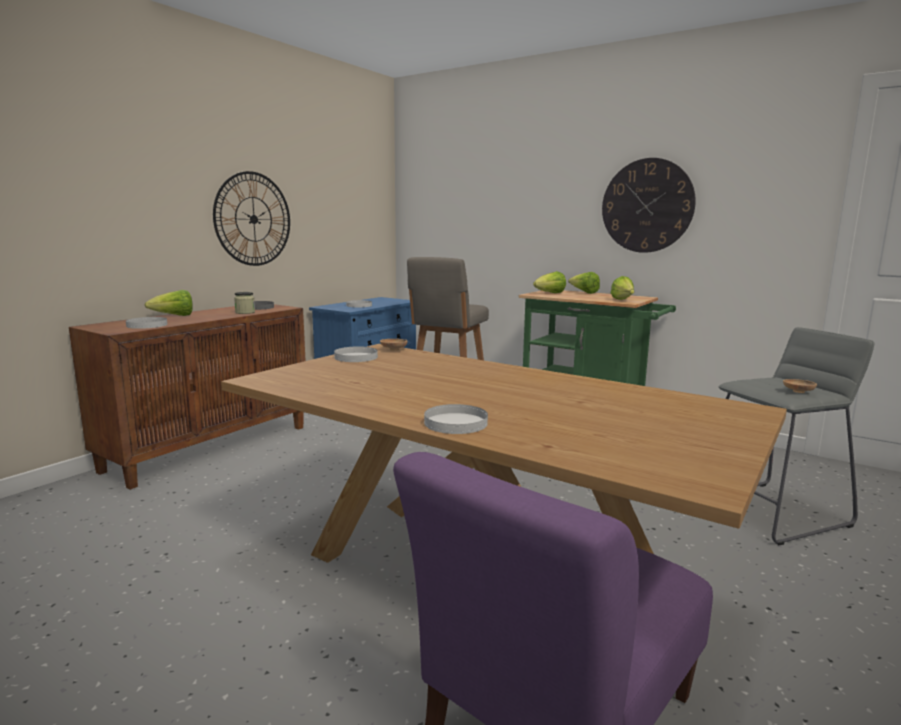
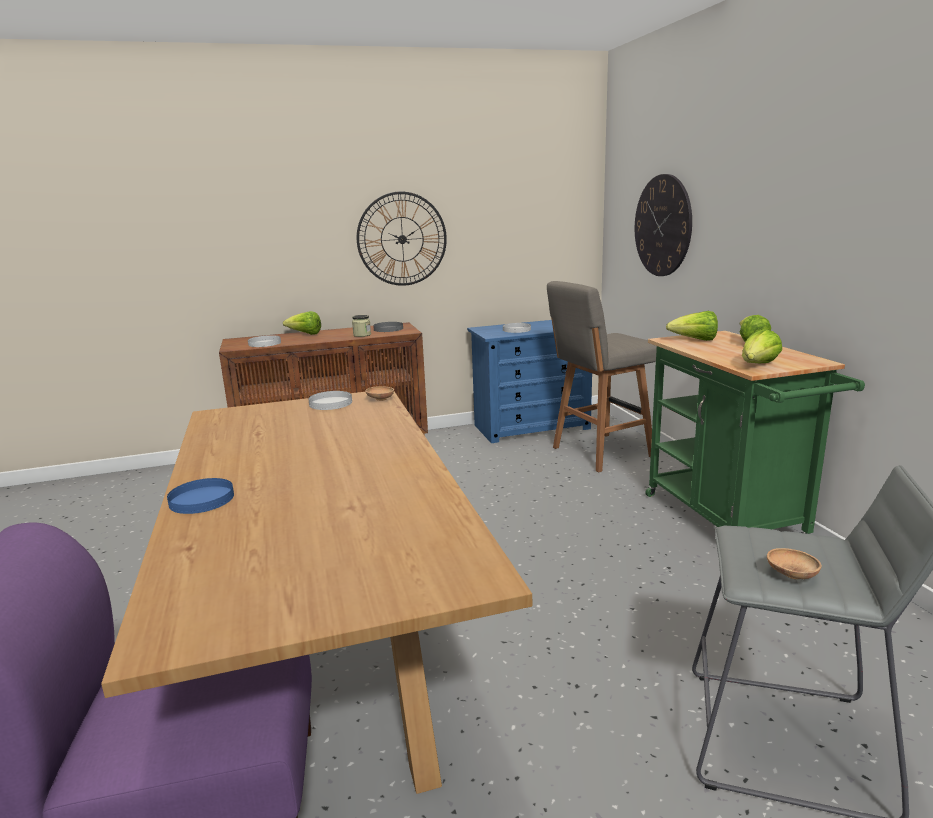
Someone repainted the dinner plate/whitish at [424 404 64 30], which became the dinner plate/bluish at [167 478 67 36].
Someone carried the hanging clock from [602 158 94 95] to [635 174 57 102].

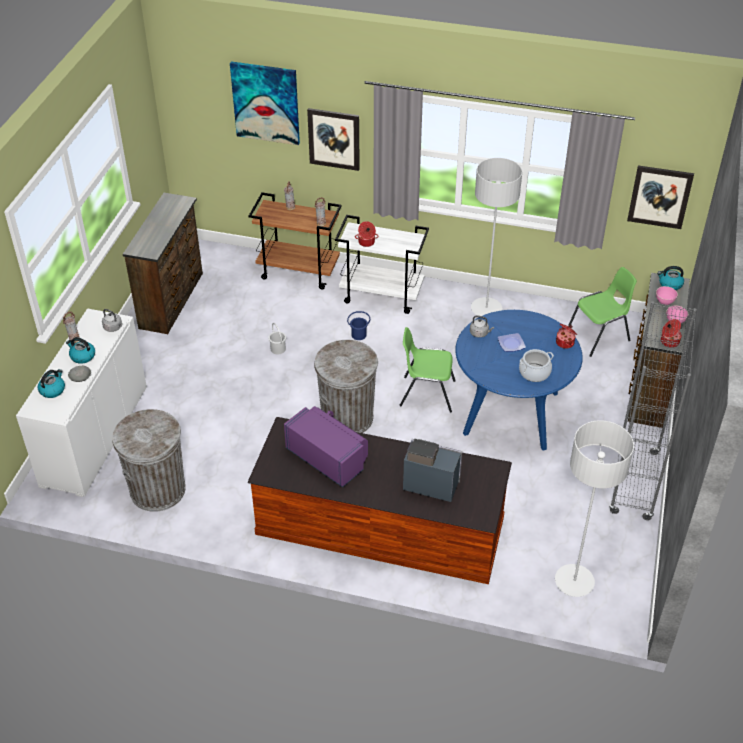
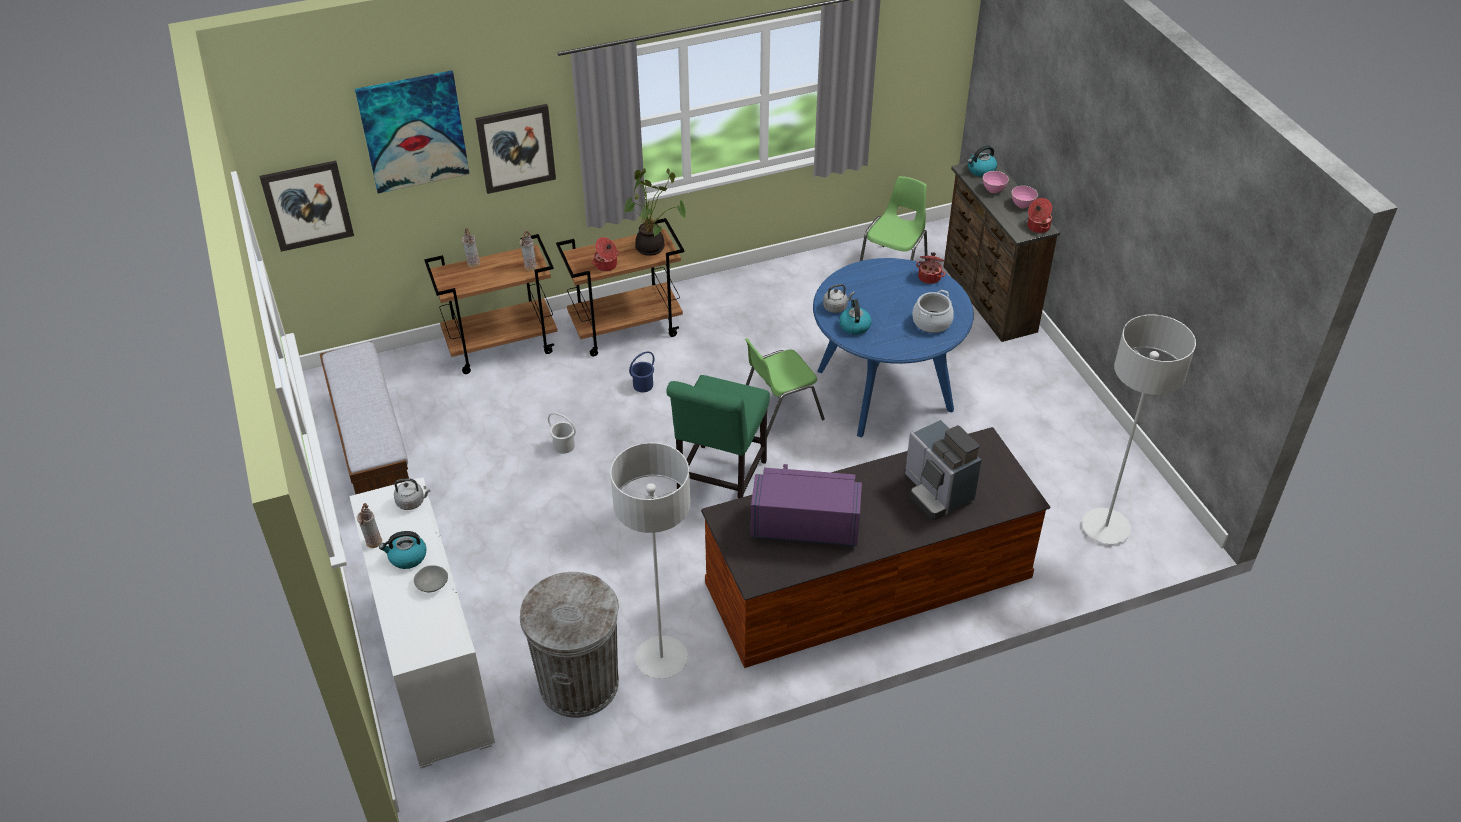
Someone carried the wall picture from [627 165 67 64] to [259 161 95 91].
Someone swapped the chest of drawers/brownish at [123 193 80 141] for the bench at [320 341 89 154].
Someone repainted the cart/whitish at [335 215 94 99], which became the cart/brownish at [556 218 128 139].
Someone carried the floor lamp/grey from [471 158 51 158] to [610 442 80 237].
Someone put down the houseplant at [624 168 62 88].
Someone swapped the rubbish bin/grey at [314 340 64 93] for the plain chair/green at [666 375 104 124].
Someone carried the tea kettle from [38 369 27 29] to [839 299 33 36].
Someone rotated the coffee brewer at [403 439 59 63] by 105 degrees counterclockwise.
Someone took away the dinner plate at [498 333 28 19].
Someone took away the bookcase/grey at [609 301 88 219].

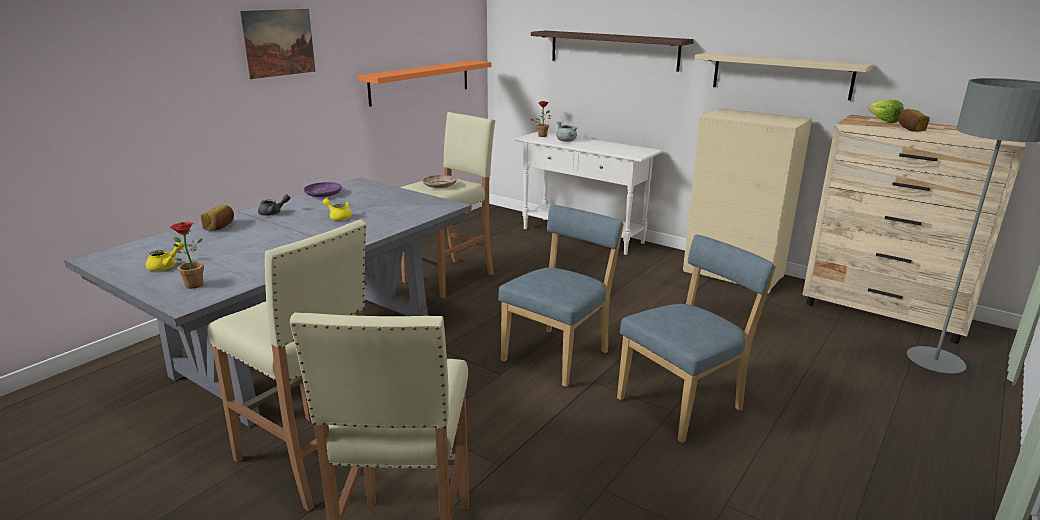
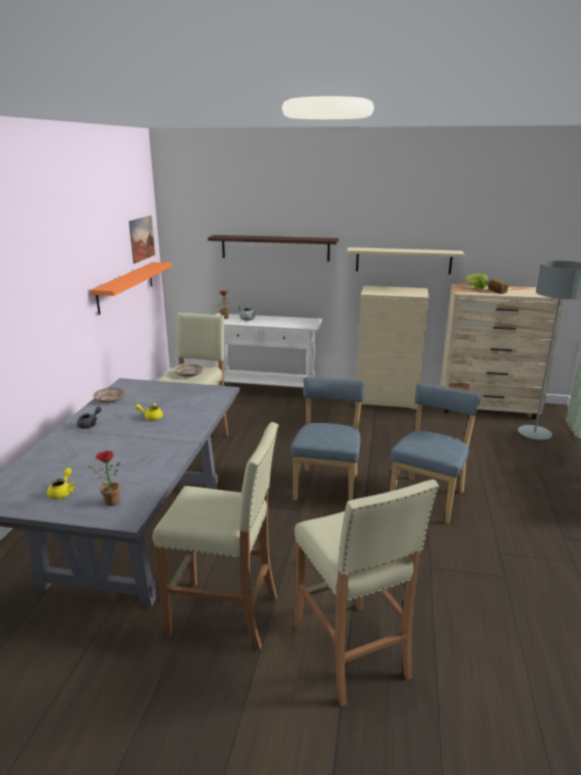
Someone repainted the dinner plate/purplish at [304 182 38 15], which became the dinner plate/sand-coloured at [93 387 33 16].
Someone carried the wall picture from [239 9 77 70] to [129 215 26 49].
Someone took away the baked bread at [201 205 33 26].

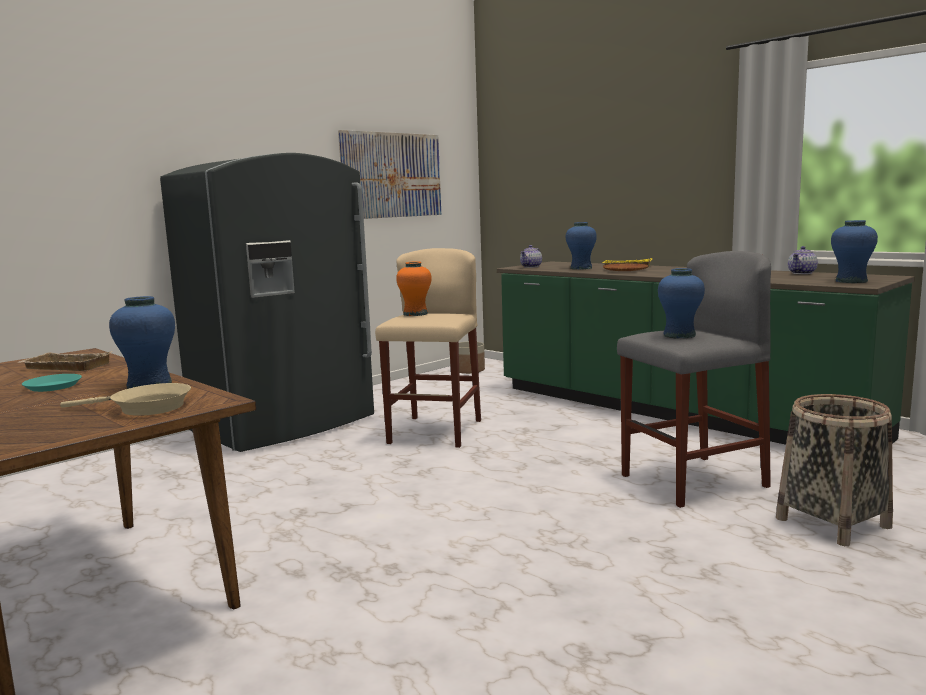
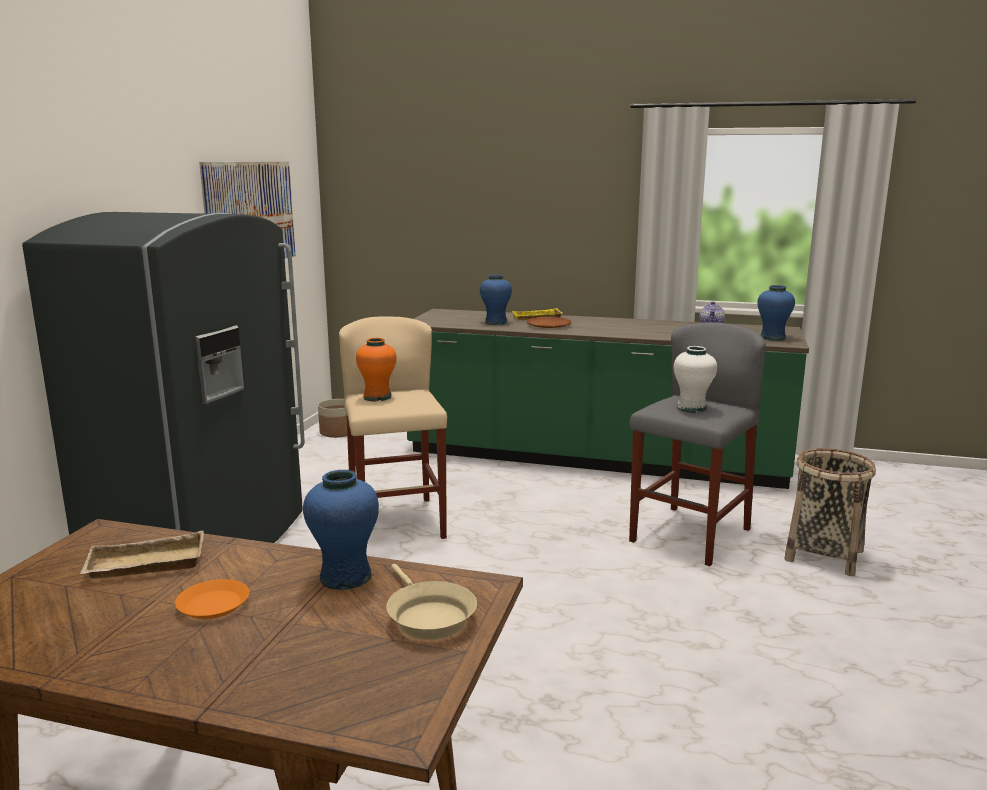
Someone repainted the dinner plate/blue-green at [22 374 60 18], which became the dinner plate/orangey at [175 579 74 40].
Someone rotated the skillet/sand-coloured at [60 383 131 33] by 90 degrees clockwise.
Someone repainted the decorative vase/bluish at [658 268 47 70], which became the decorative vase/whitish at [674 346 43 67].
Someone took away the teapot at [520 245 22 23].

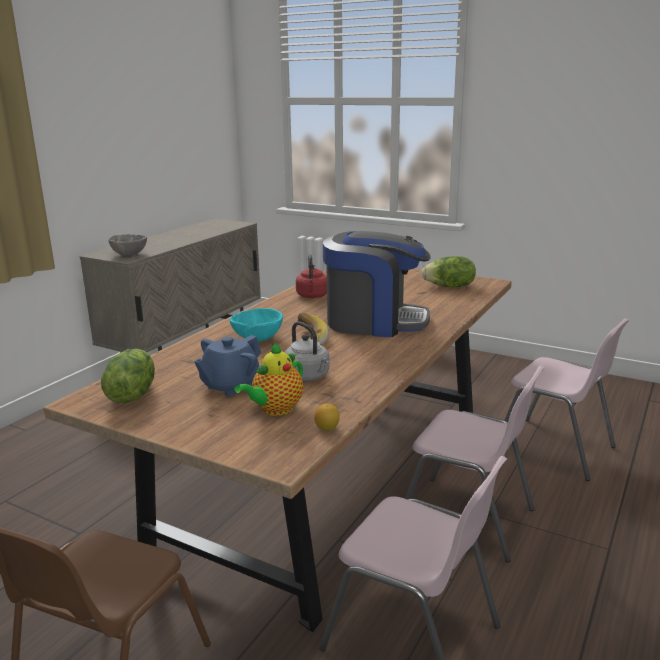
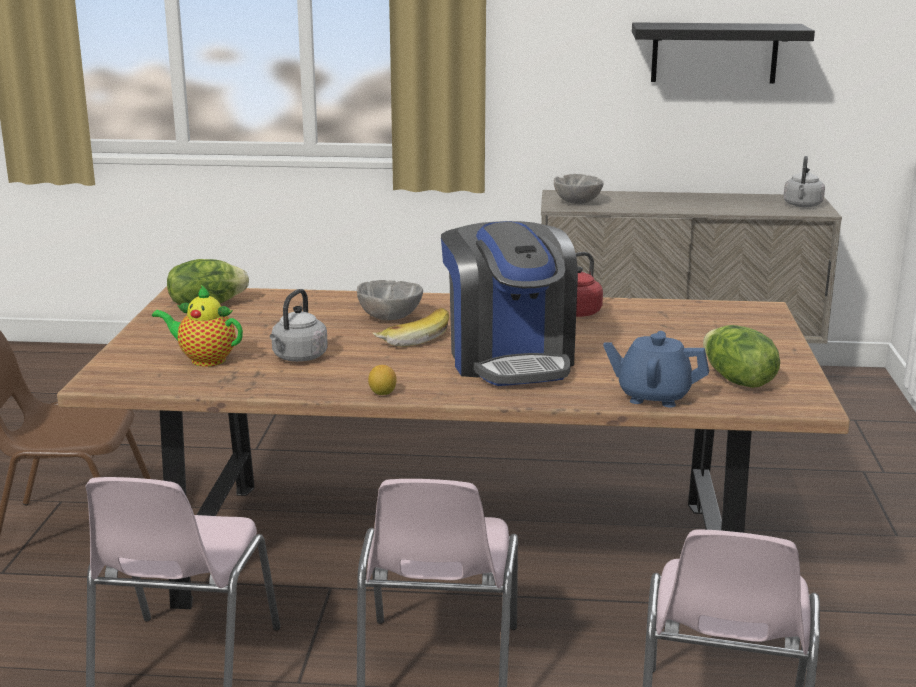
Someone repainted the bowl/blue-green at [230 308 53 34], which became the bowl/grey at [357 280 66 40].
Someone carried the lemon from [314 403 26 28] to [368 365 29 30].
Someone carried the teapot/bluish from [194 335 67 61] to [603 331 106 76].
Someone put up the wall shelf/blackish at [632 22 183 61].
Someone put down the tea kettle/grey at [783 156 42 51].

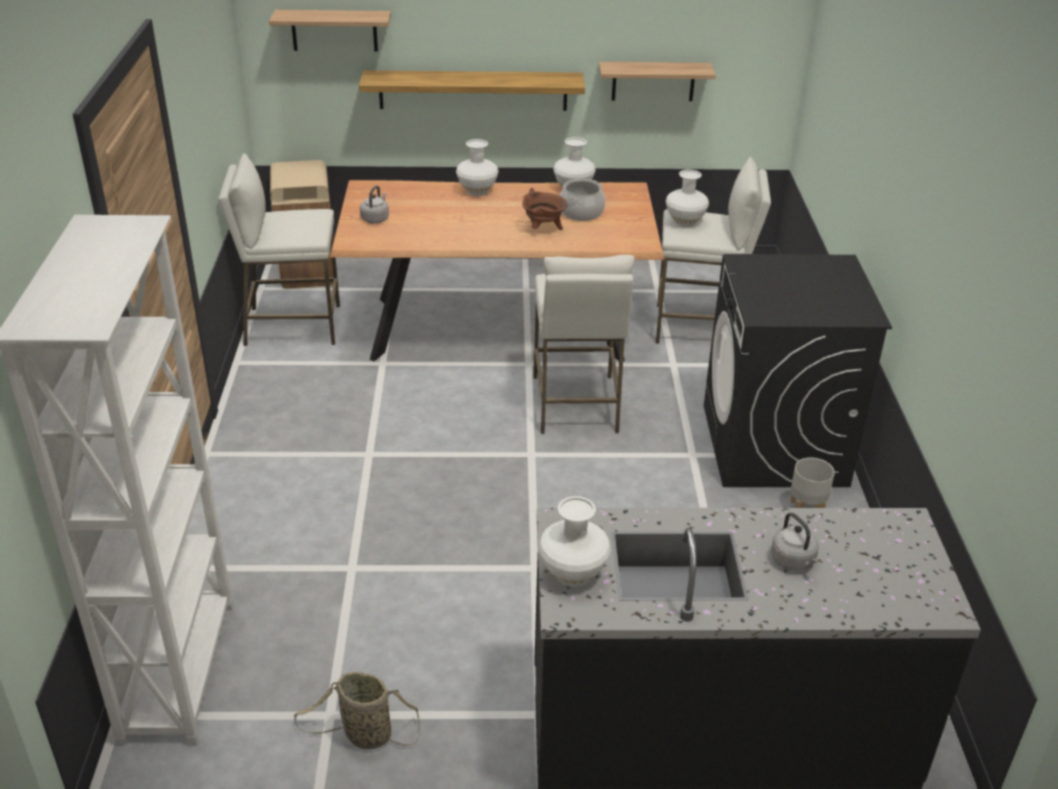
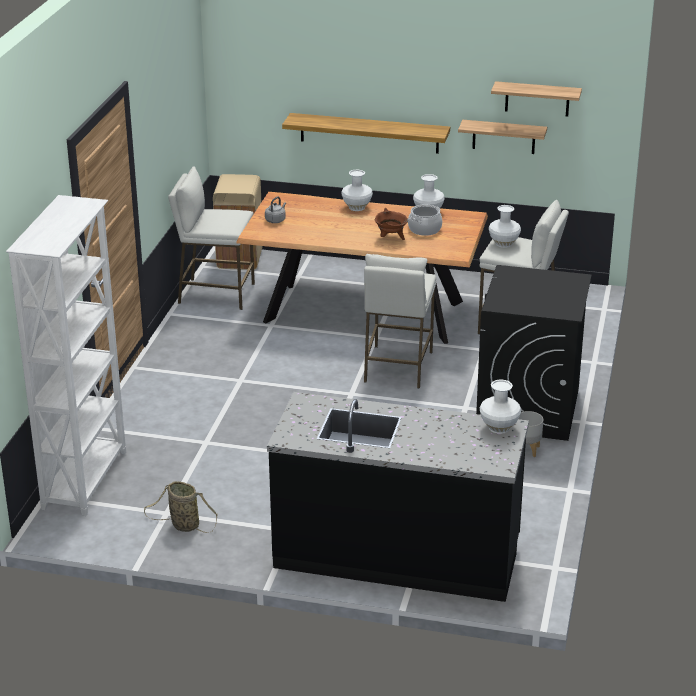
Someone carried the decorative vase/whitish from [539 496 72 91] to [480 380 41 54].
Someone carried the wall shelf from [269 10 122 42] to [491 81 91 36].
Someone took away the tea kettle/grey at [771 513 49 58].

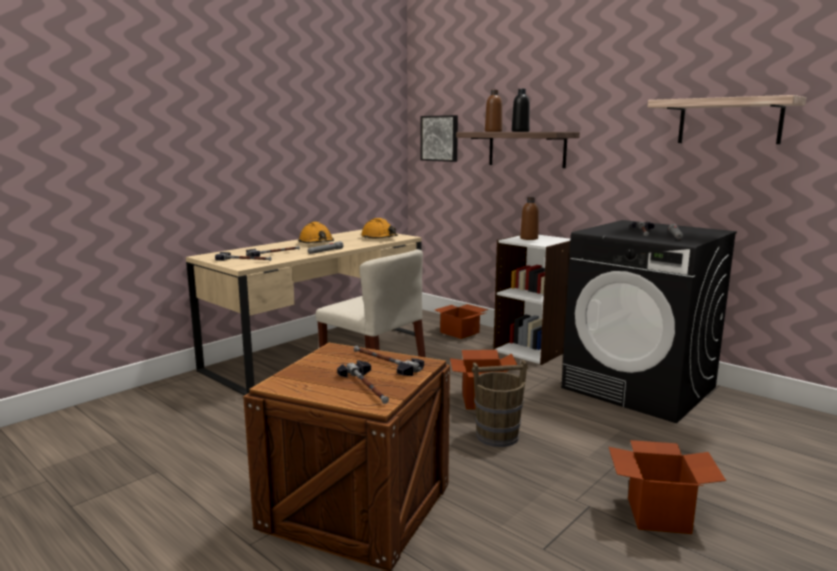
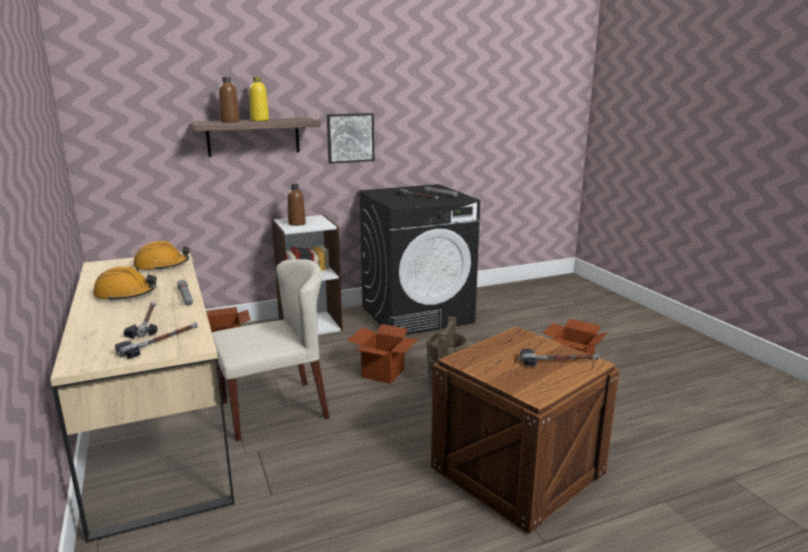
Someone repainted the drink bottle/blackish at [512 89 18 43], which became the drink bottle/yellowish at [249 77 20 44].
Someone carried the wall picture from [421 115 37 47] to [327 113 47 51].
Someone took away the hammer at [354 346 70 30].
Someone took away the wall shelf at [648 95 158 49].

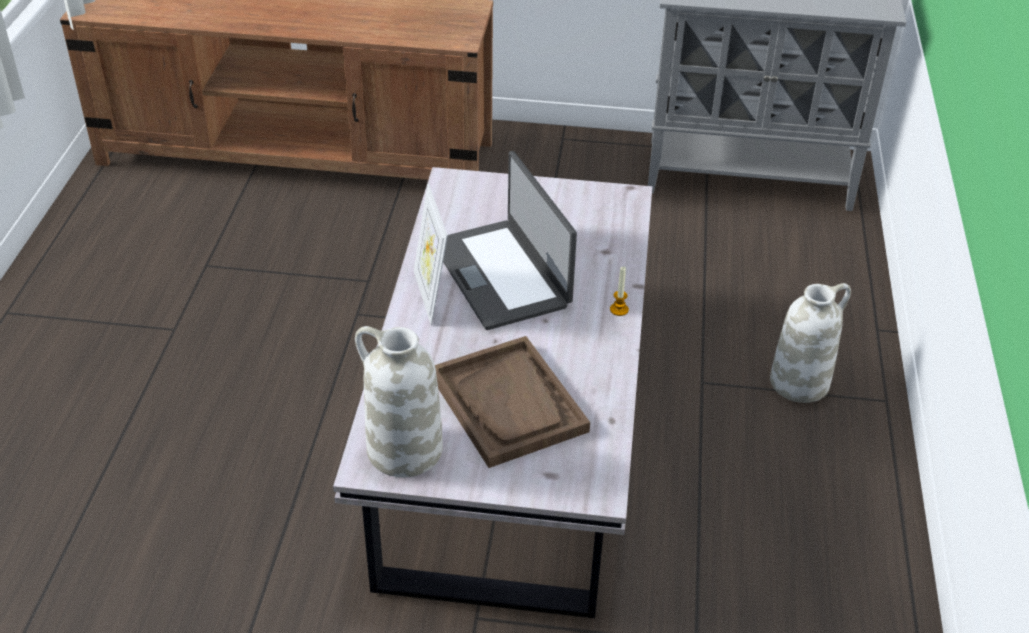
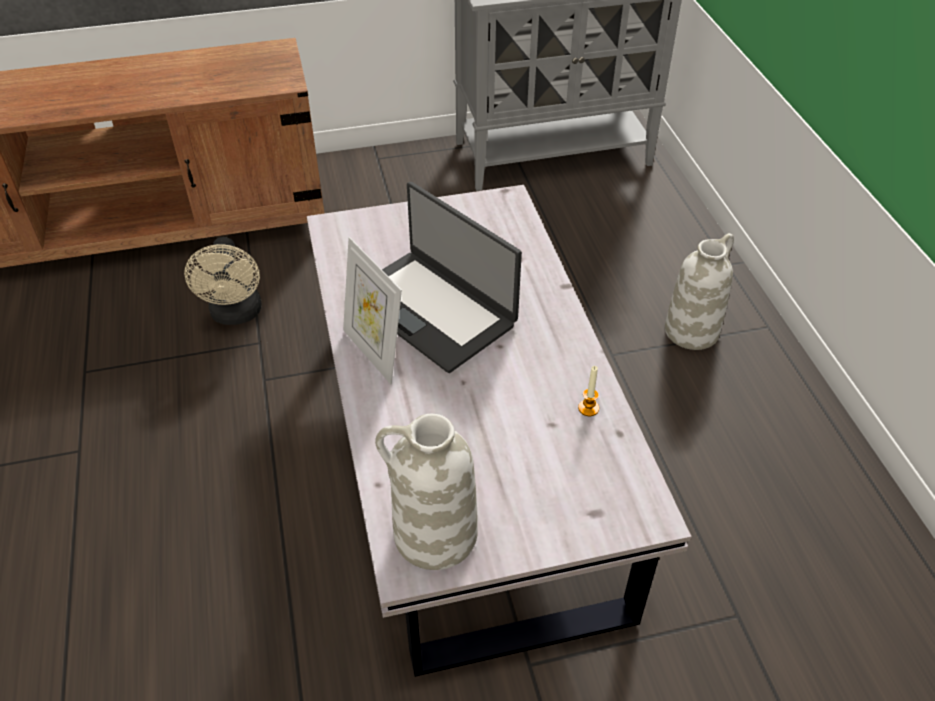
Someone put down the electric fan/sand-coloured at [184 237 78 88].
Someone carried the wax light from [610 266 19 50] to [578 366 21 50].
Someone took away the tray/brownish at [435 336 155 132].

